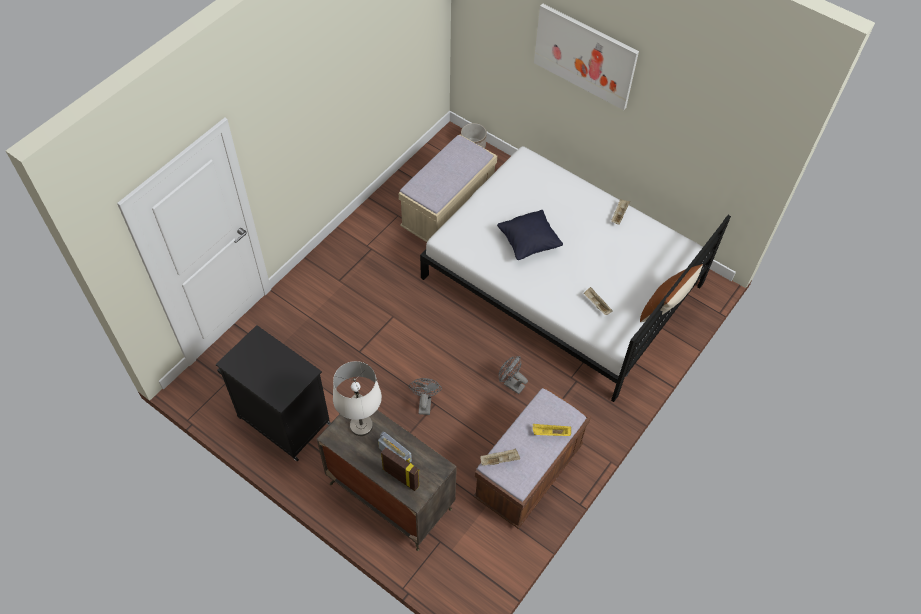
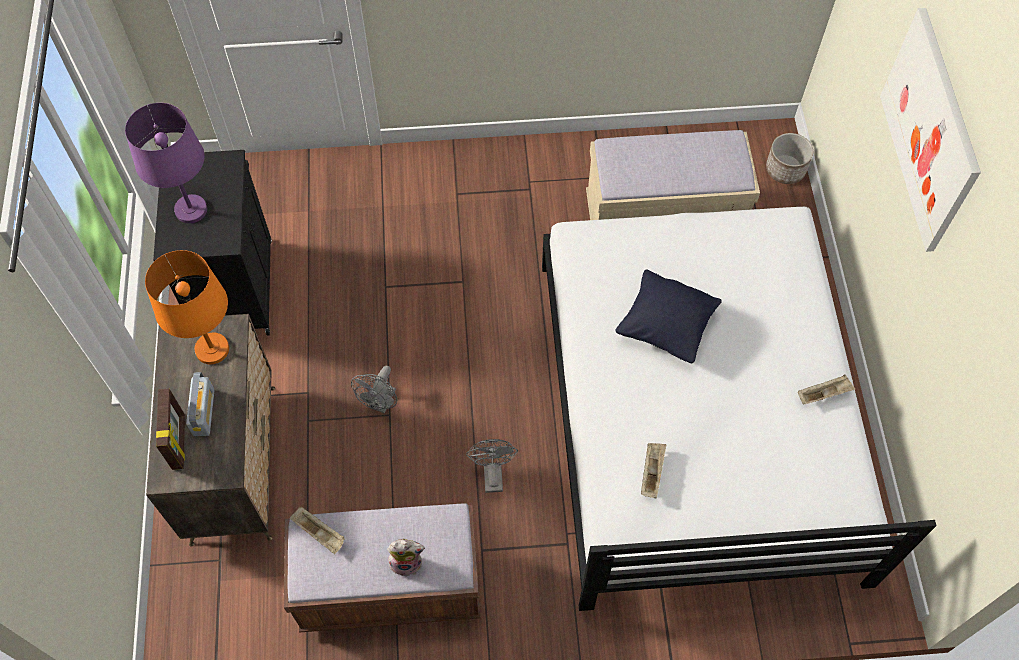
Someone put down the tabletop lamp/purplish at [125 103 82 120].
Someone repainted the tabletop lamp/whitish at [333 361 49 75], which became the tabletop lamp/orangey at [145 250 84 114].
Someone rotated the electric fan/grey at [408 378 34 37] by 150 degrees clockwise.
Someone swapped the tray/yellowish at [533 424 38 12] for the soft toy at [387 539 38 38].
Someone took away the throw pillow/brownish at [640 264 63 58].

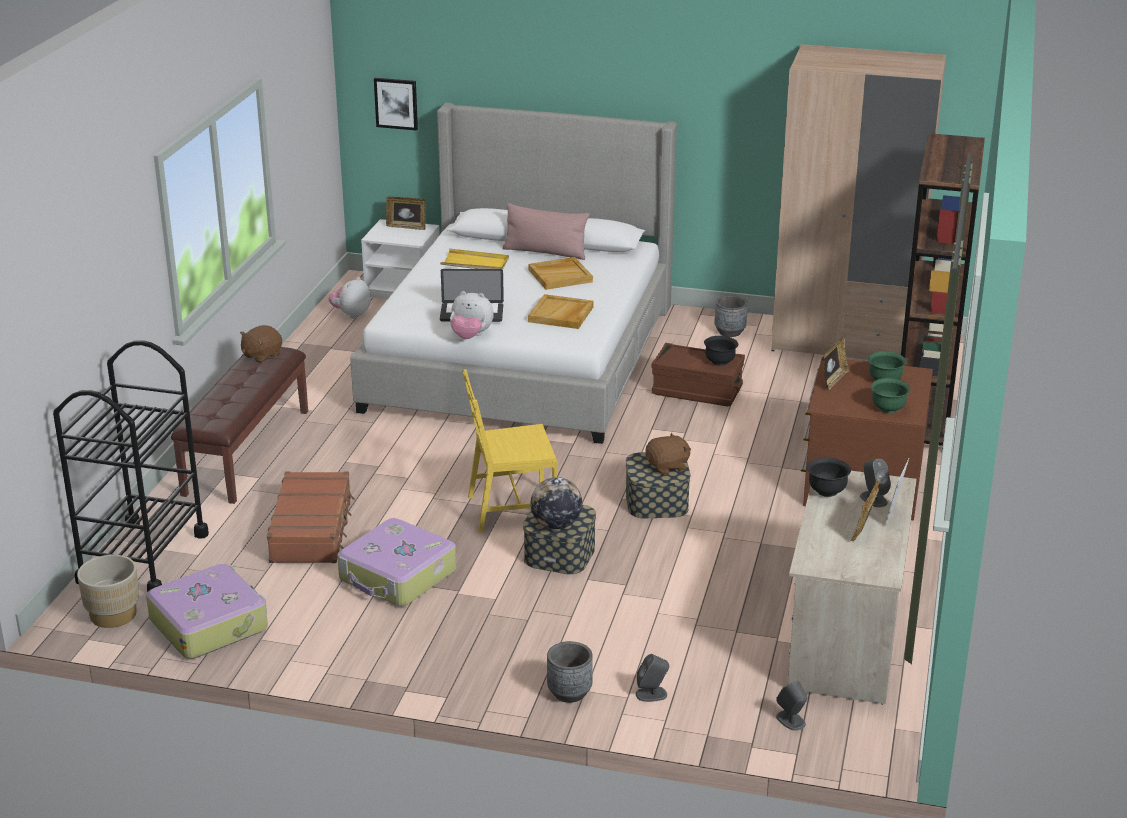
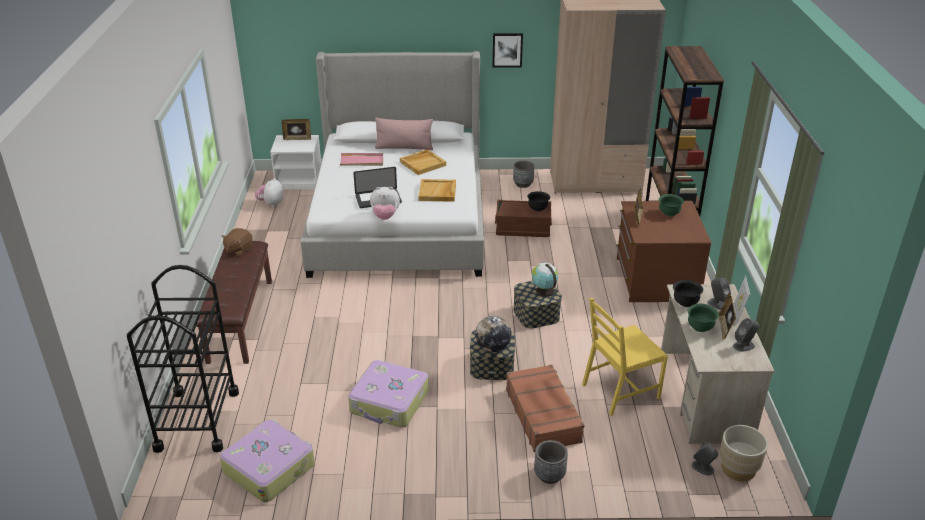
Someone repainted the tray/yellowish at [440 249 69 21], which became the tray/pinkish at [340 153 43 13].
Someone carried the wall picture from [374 78 44 53] to [492 33 31 35].
Someone carried the travel case/brownish from [267 471 88 92] to [506 364 78 88].
Someone swapped the soft toy/brownish at [645 433 46 42] for the globe at [532 262 26 35].
Someone carried the plain chair/yellowish from [462 369 95 163] to [582 298 86 118].
Someone carried the bowl/green from [871 378 39 35] to [687 304 32 28].
Someone carried the plant pot/sand-coloured from [77 555 62 73] to [720 425 48 56].
Someone carried the loudspeaker/grey from [636 654 33 48] to [733 318 26 34].

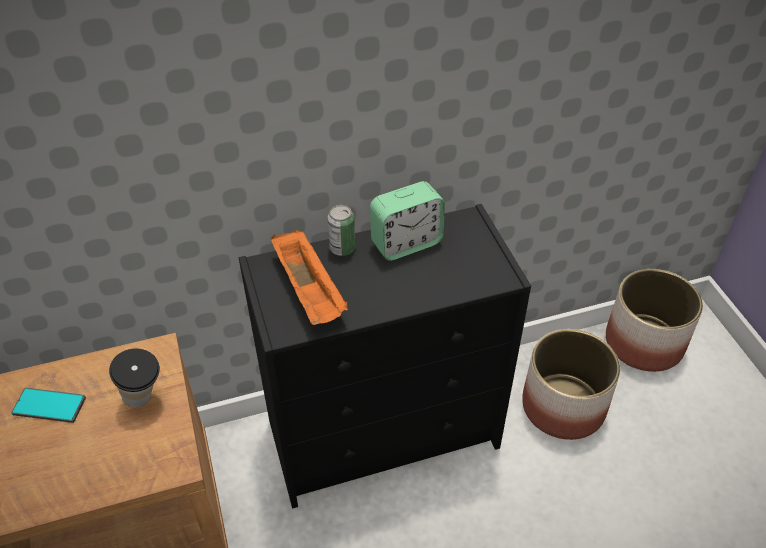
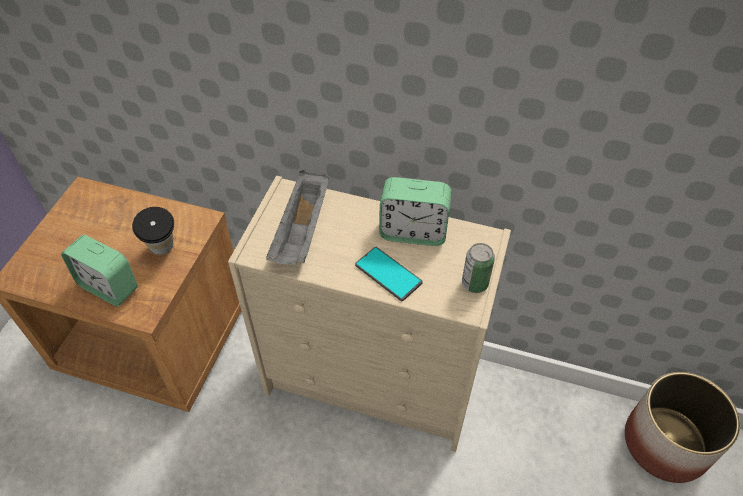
Someone put down the alarm clock at [61 235 77 71].
Someone repainted the chest of drawers/blackish at [239 204 292 304], which became the chest of drawers/sand-coloured at [228 176 283 276].
Someone repainted the tray/orangey at [271 230 77 95], which became the tray/grey at [266 170 63 94].
Someone carried the handset from [11 388 75 35] to [355 247 68 54].
Someone carried the sealed can from [327 205 29 51] to [462 243 33 50].
Someone took away the plant pot at [522 329 98 111].

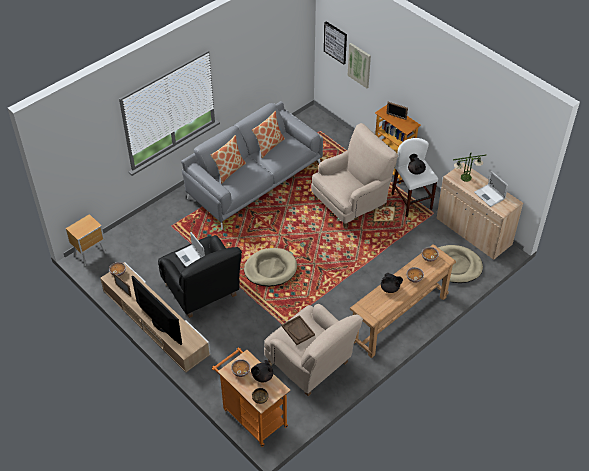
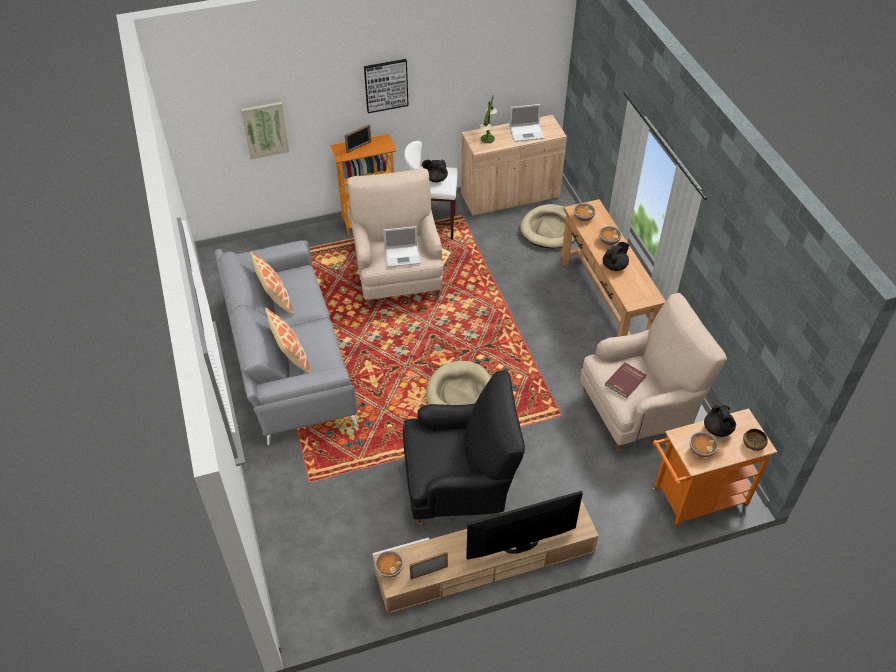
Someone carried the wall picture from [324 21 23 43] to [364 59 45 54].
Someone carried the laptop from [175 232 30 35] to [383 226 38 41].
Someone swapped the tray/brownish at [282 315 33 30] for the book/reddish at [605 362 41 36].
Someone took away the night table/brownish at [66 214 40 52].

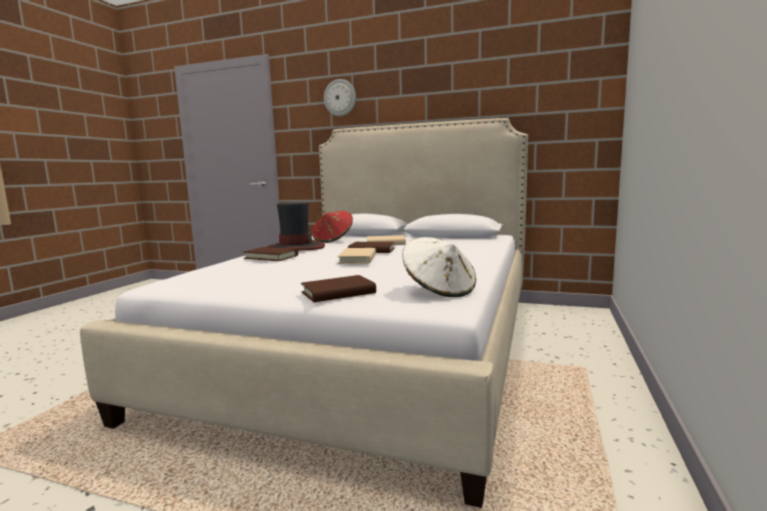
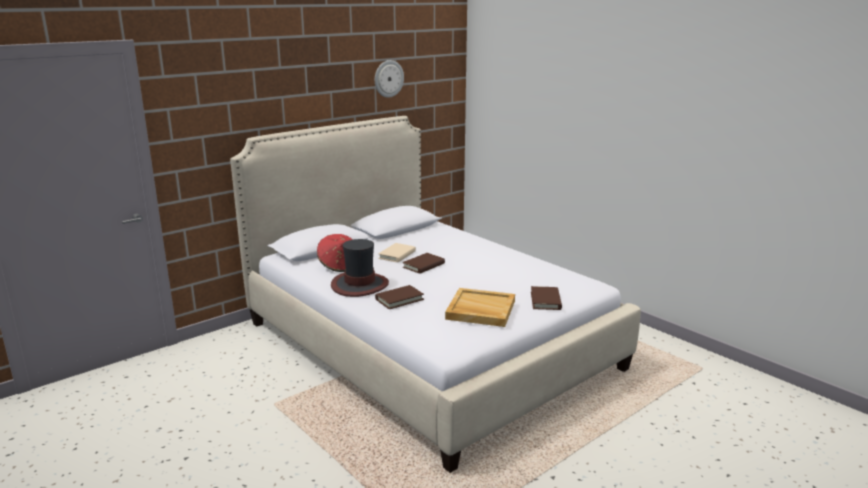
Someone carried the hanging clock from [324 79 32 37] to [375 60 29 38].
Someone put down the tray/sand-coloured at [445 288 70 39].
Someone took away the book/sand-coloured at [338 248 38 16].
Someone took away the clothing hat/whitish at [402 237 74 60].

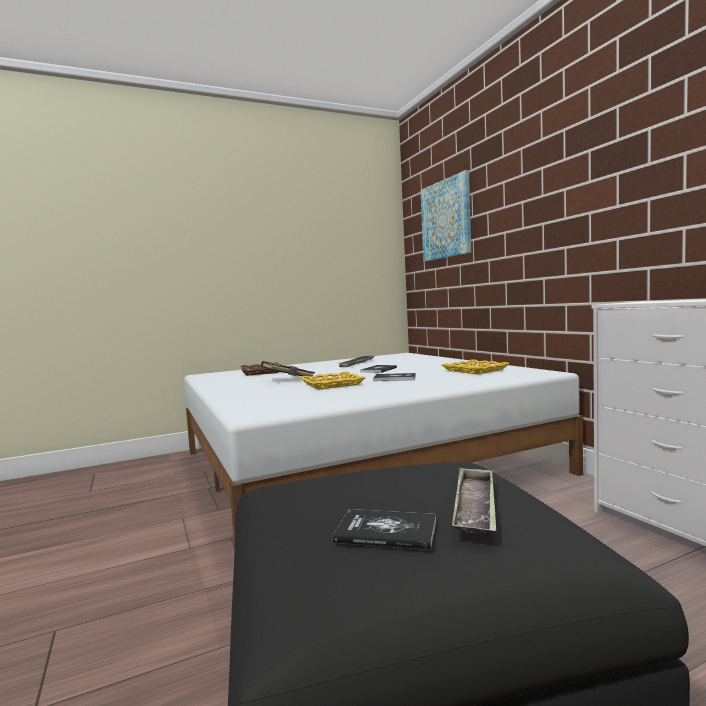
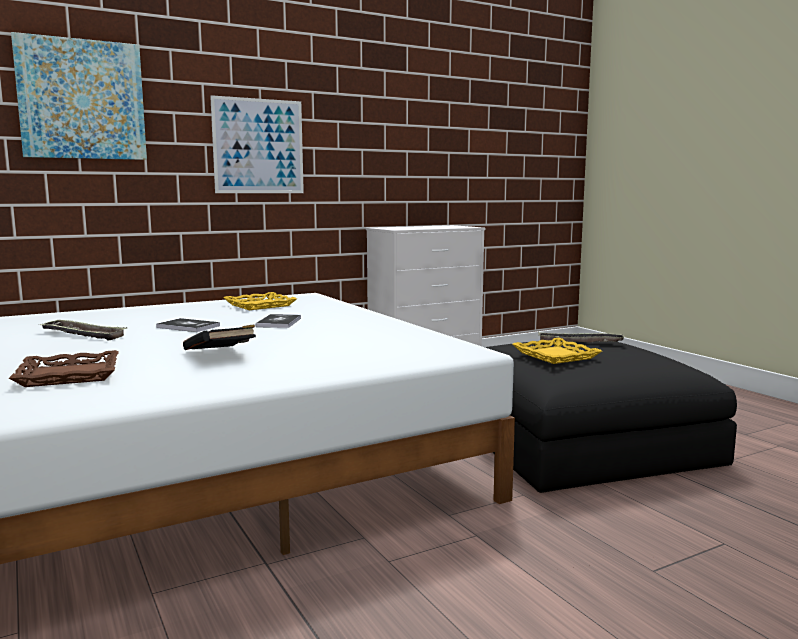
Someone put up the wall picture at [210 95 94 98].
Someone carried the tray/yellowish from [299 371 67 19] to [512 338 90 26].
Someone took away the book at [333 509 103 41].

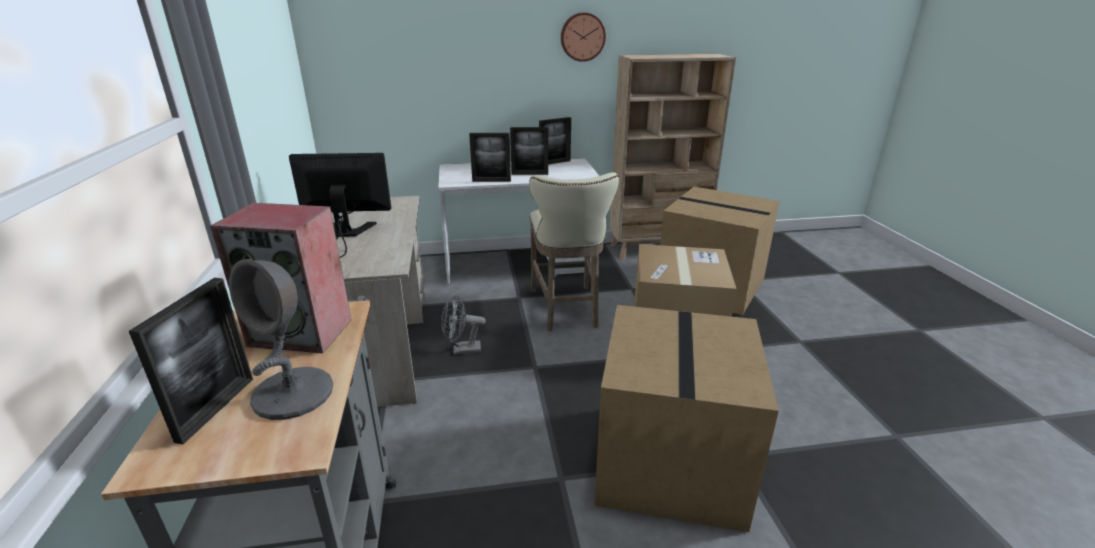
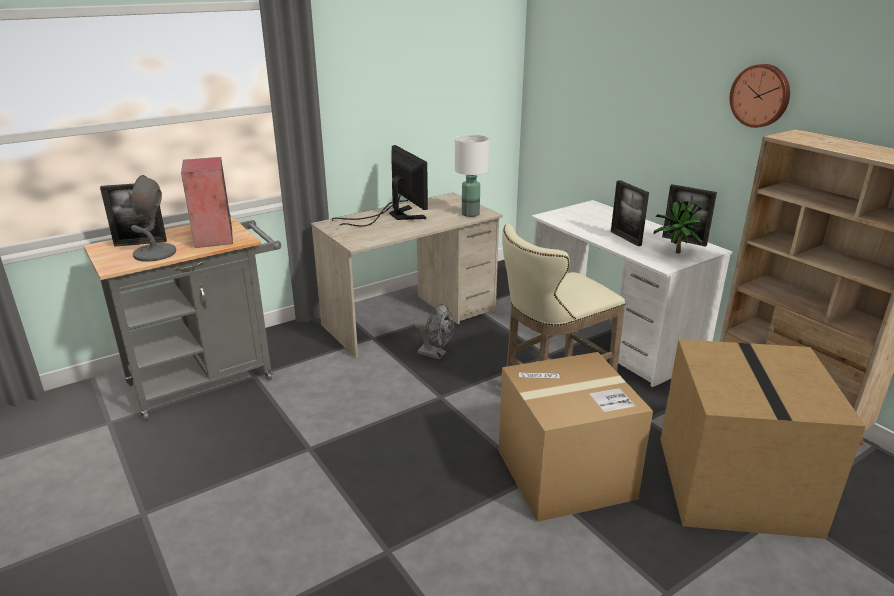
Someone rotated the electric fan/grey at [441 295 45 60] by 150 degrees clockwise.
Someone put down the tabletop lamp/whitish at [455 135 34 82].
Someone put down the houseplant at [653 201 50 53].
Someone took away the photo frame at [469 133 42 49].
Someone took away the cardboard box at [594 305 185 227].

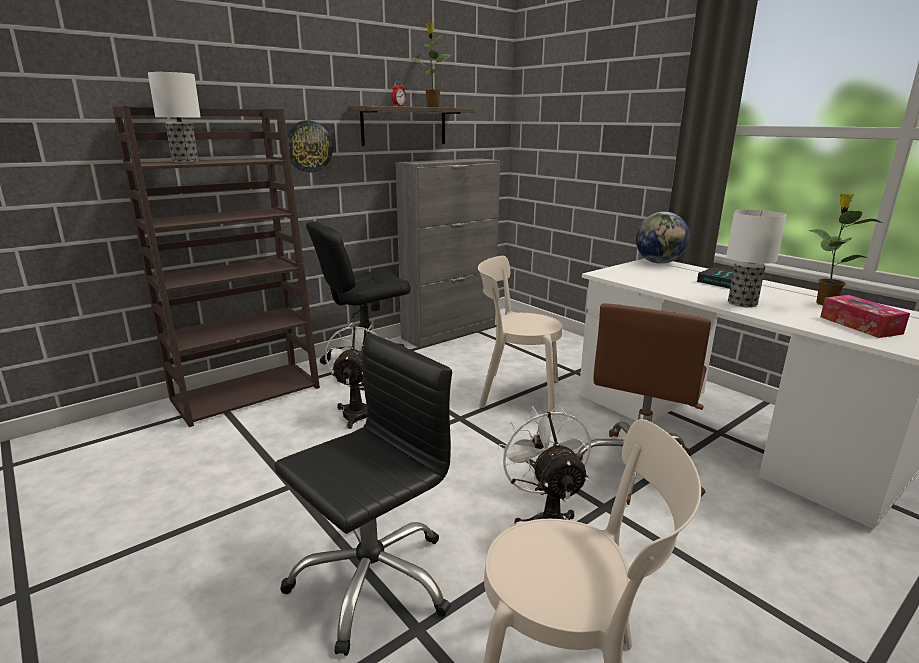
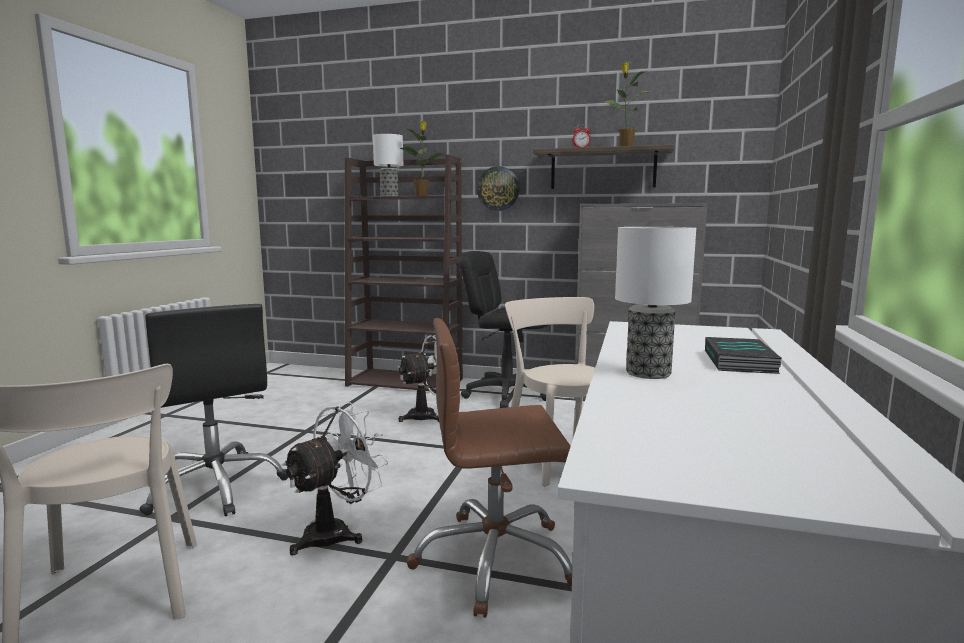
Someone rotated the desk chair/blackish at [274 333 178 323] by 45 degrees clockwise.
Someone carried the houseplant from [808 194 74 111] to [399 121 46 75].
Someone took away the globe at [636 212 53 52].
Someone took away the box of tissues at [820 295 90 43].

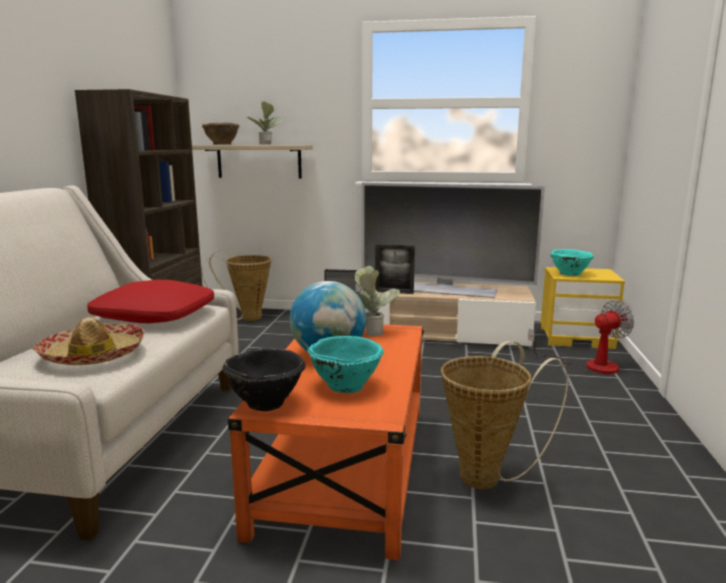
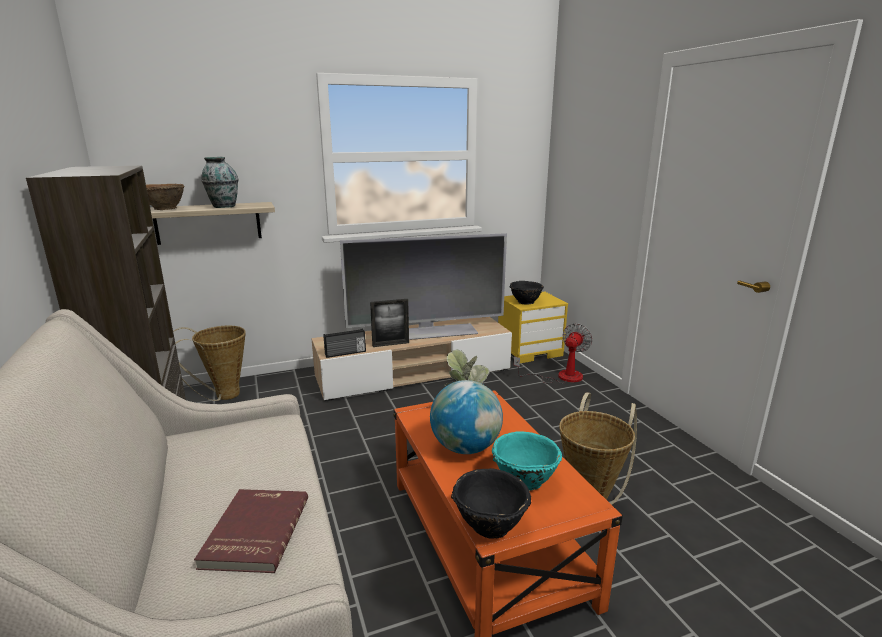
Someone swapped the clothing hat at [33 317 112 48] for the book/reddish at [194 489 114 84].
Someone swapped the houseplant at [247 101 36 44] for the decorative vase at [202 157 36 51].
Someone repainted the bowl/blue-green at [550 249 44 27], which became the bowl/blackish at [510 281 34 24].
Someone took away the throw pillow/reddish at [87 280 127 43].

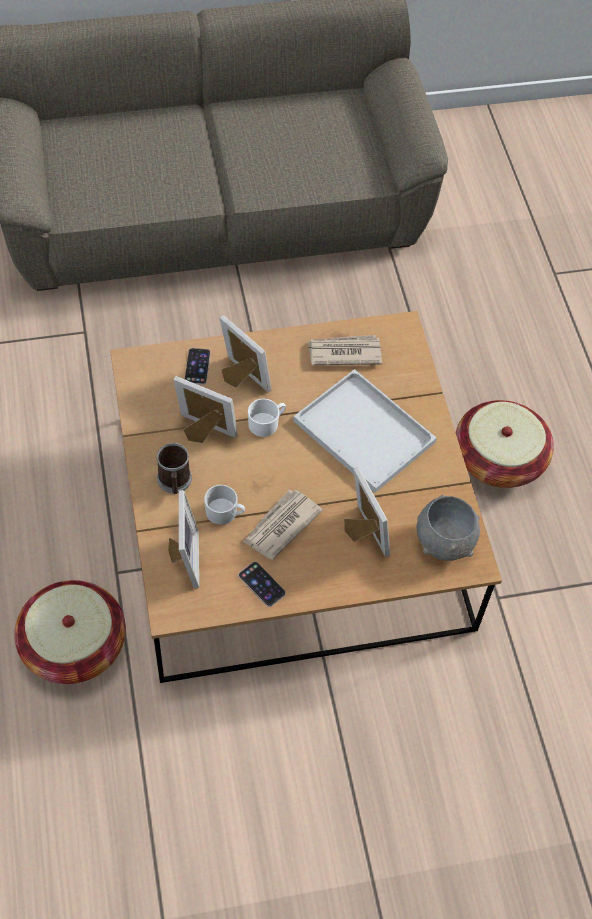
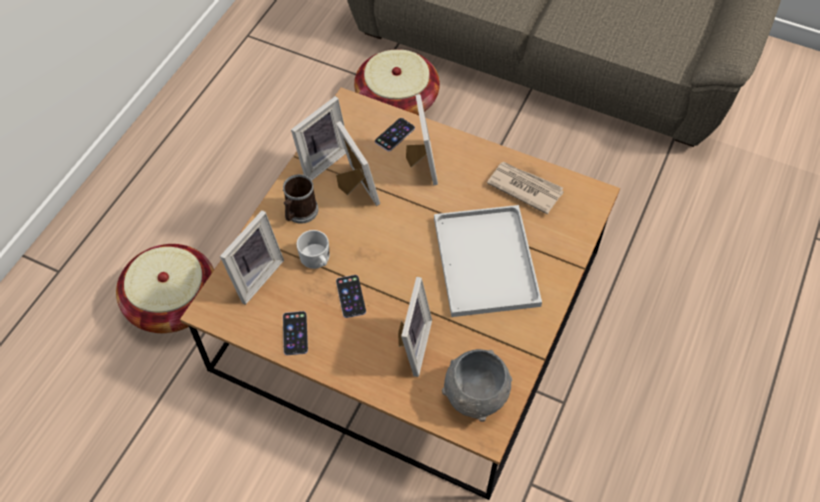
Someone put down the photo frame at [291 96 55 84].
Someone swapped the printed paper at [243 490 80 70] for the handset at [336 275 30 43].
Someone carried the storage basket from [456 400 98 88] to [354 49 86 66].
Someone took away the mug/whitish at [248 399 38 38].

